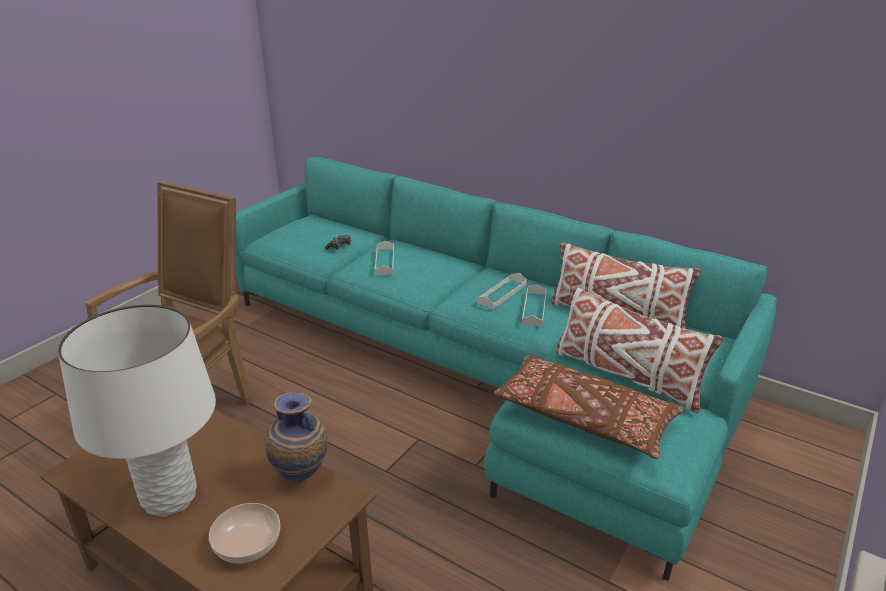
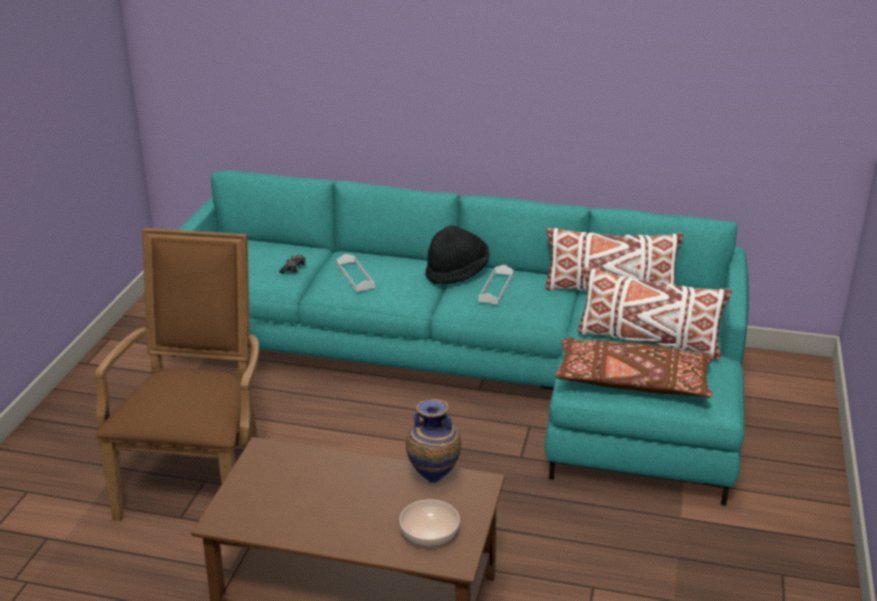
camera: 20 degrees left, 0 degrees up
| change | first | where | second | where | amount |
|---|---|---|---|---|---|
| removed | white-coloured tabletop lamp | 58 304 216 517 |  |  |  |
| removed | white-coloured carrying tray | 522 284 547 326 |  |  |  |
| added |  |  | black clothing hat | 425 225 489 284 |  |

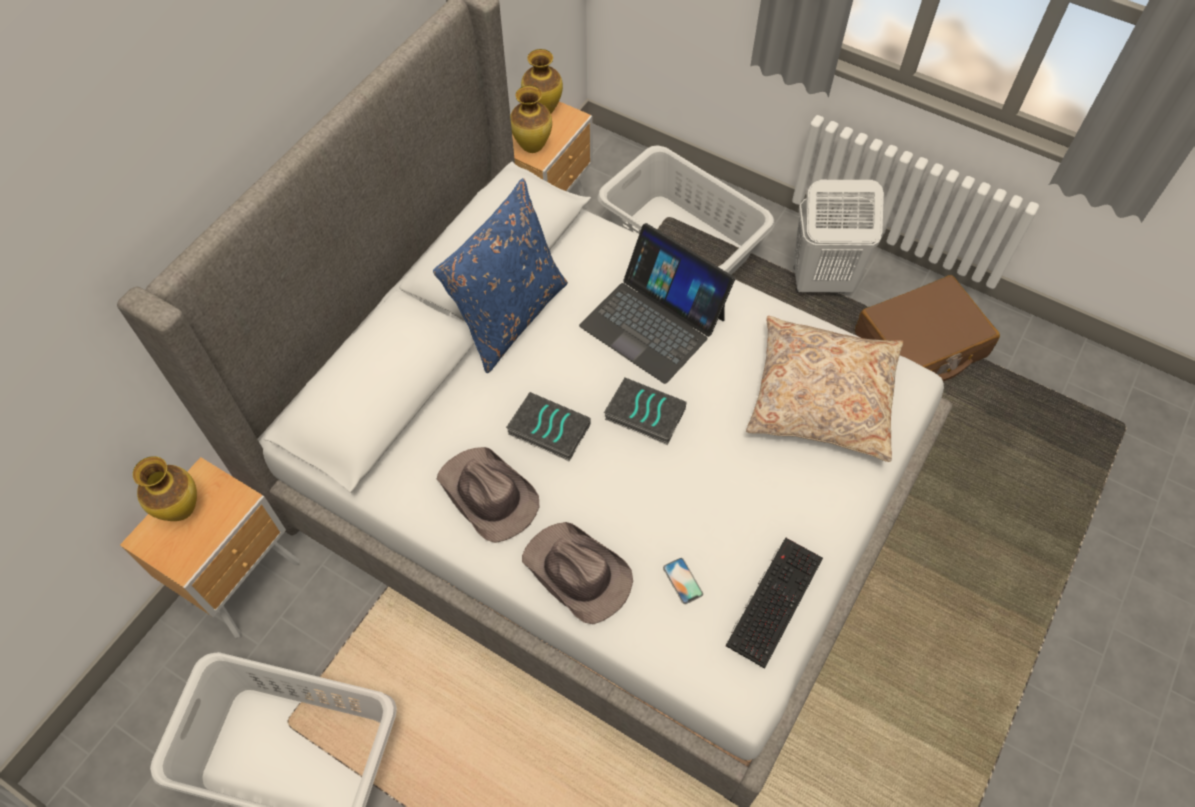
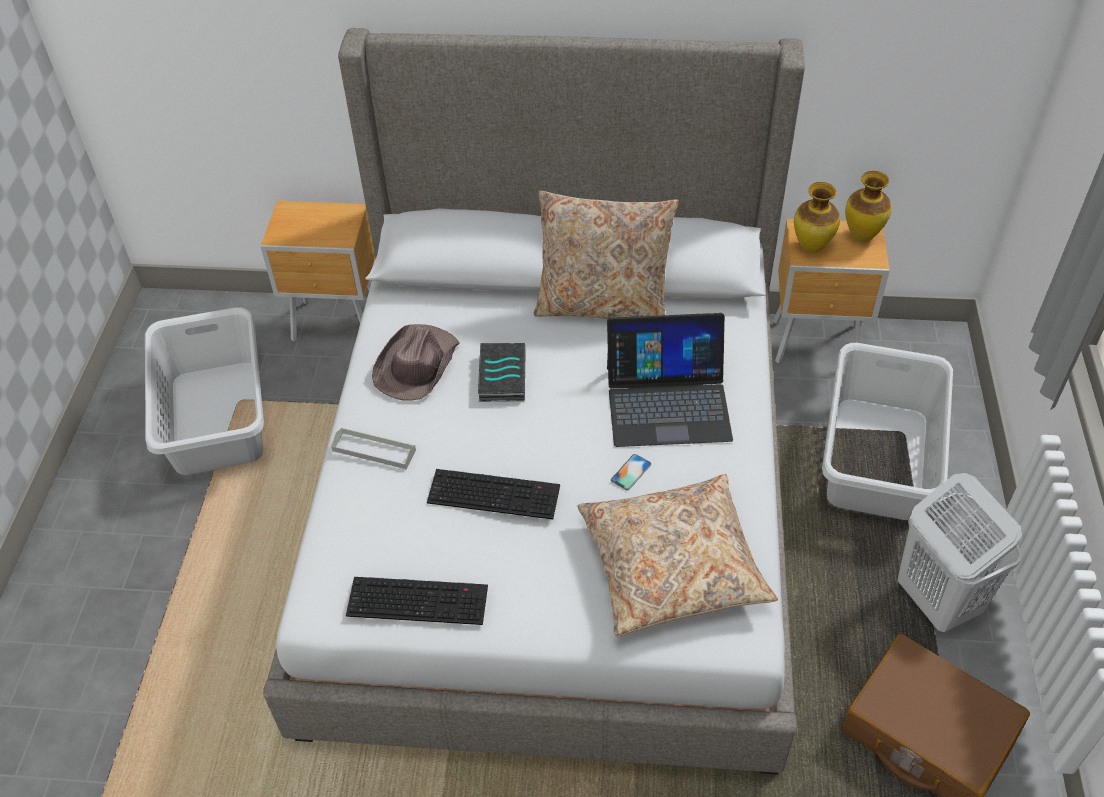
camera: 65 degrees right, 10 degrees down
| change | first | where | second | where | amount |
|---|---|---|---|---|---|
| removed | flower vase | 133 456 197 521 |  |  |  |
| removed | book | 604 378 687 445 |  |  |  |
| added |  |  | computer keyboard | 427 469 560 520 |  |
| moved | handset | 663 558 703 604 |  | 611 454 651 490 |  |
| replaced | brownish clothing hat | 522 522 633 624 | gray carrying tray | 331 427 416 469 |  |
| recoloured | blue-coloured throw pillow | 433 178 568 373 | beige-coloured throw pillow | 534 191 679 319 |  |
| turned | notebook computer | 579 223 735 384 |  | 607 313 733 447 | 105 degrees counterclockwise |

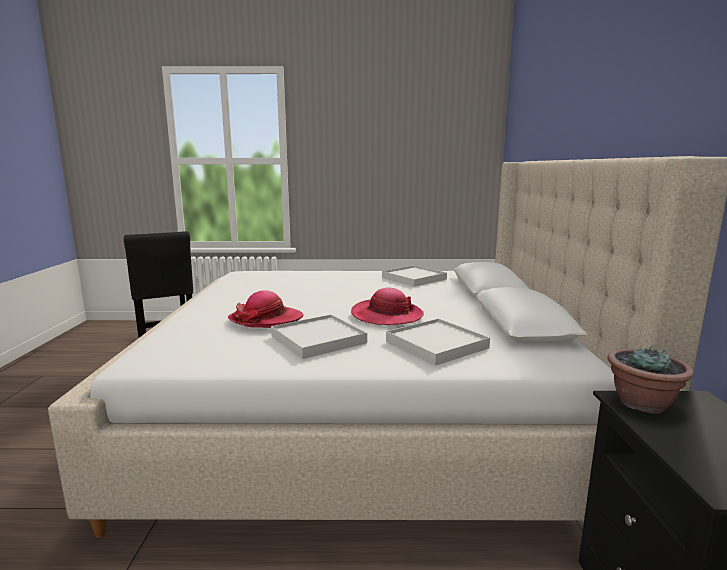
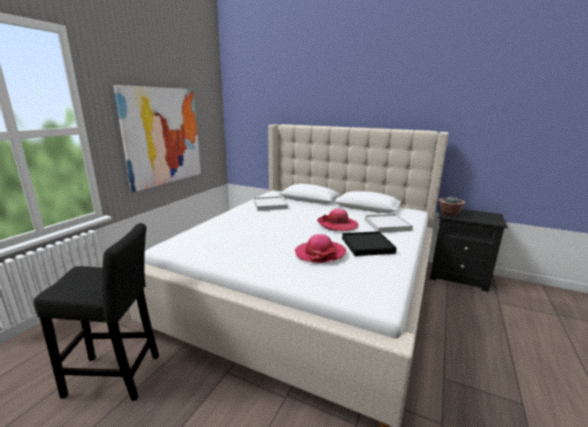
camera: 65 degrees left, 5 degrees up
| change | first | where | second | where | amount |
|---|---|---|---|---|---|
| added |  |  | picture | 113 85 201 192 |  |
| recoloured | white-coloured carrying tray | 271 314 367 359 | black carrying tray | 342 231 396 256 |  |

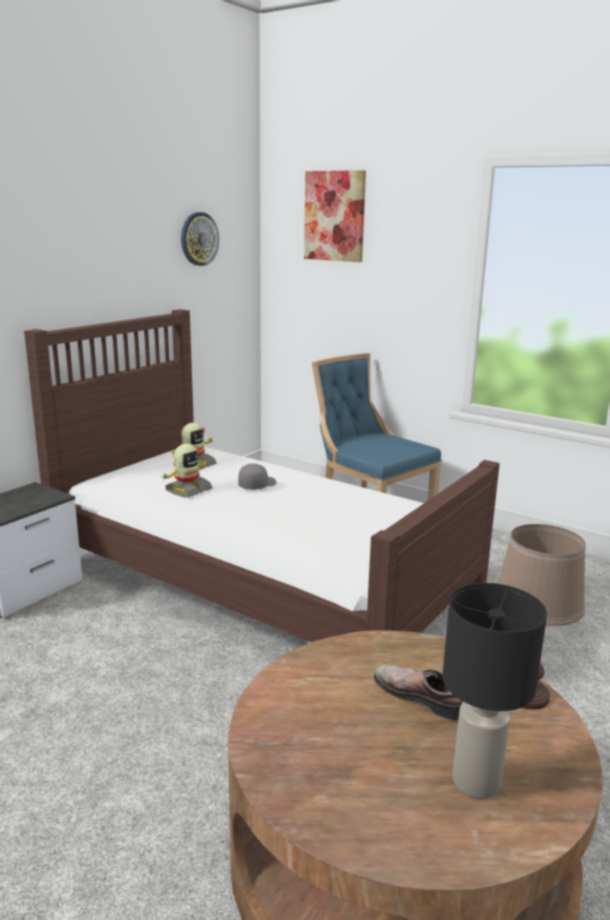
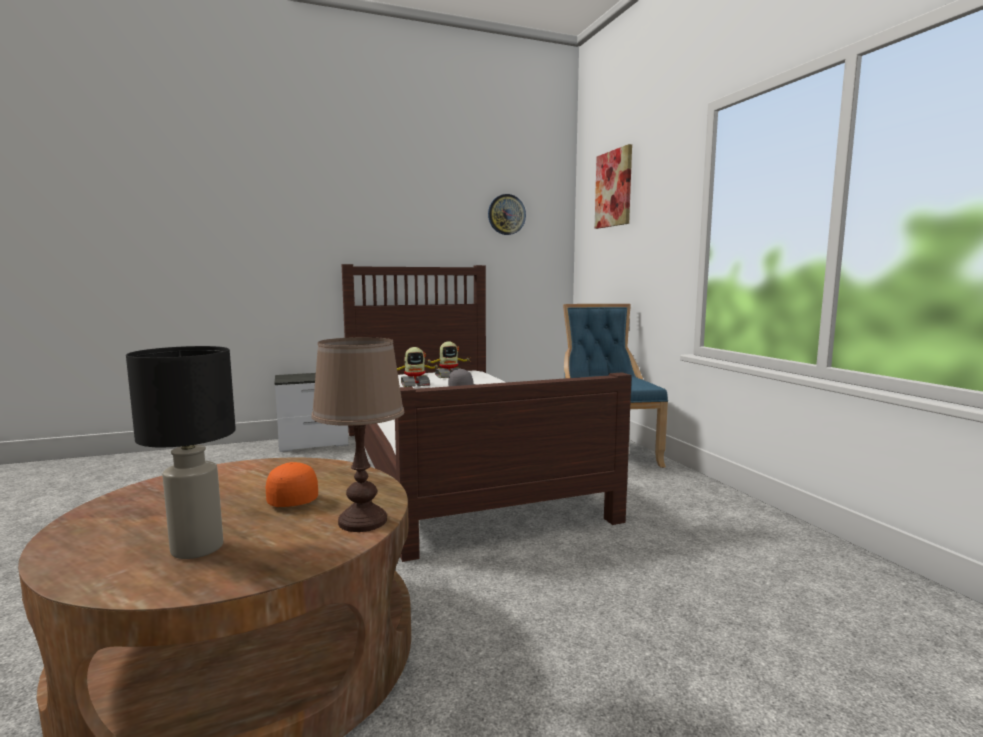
camera: 35 degrees right, 10 degrees down
| change | first | where | second | where | amount |
|---|---|---|---|---|---|
| replaced | item of footwear | 374 664 463 720 | orange peaked cap | 266 462 318 507 |  |

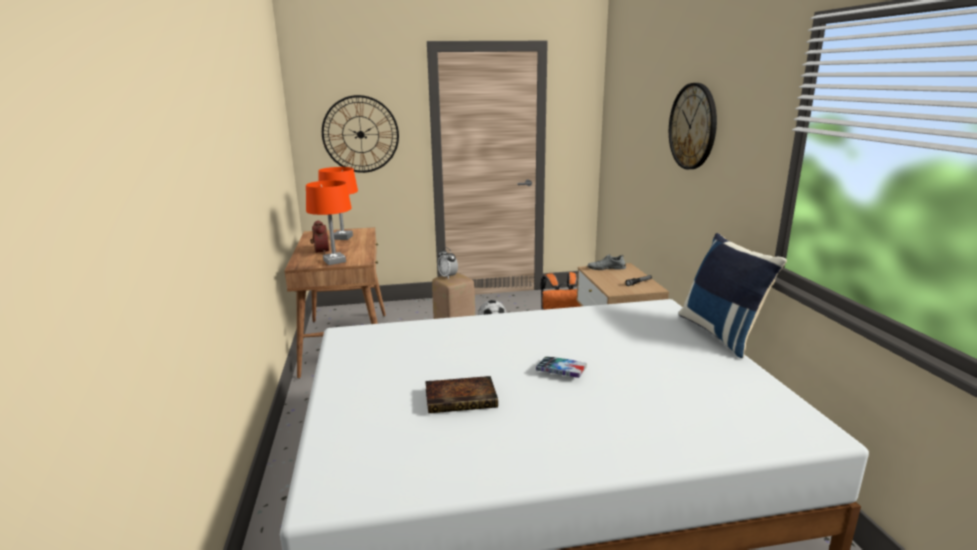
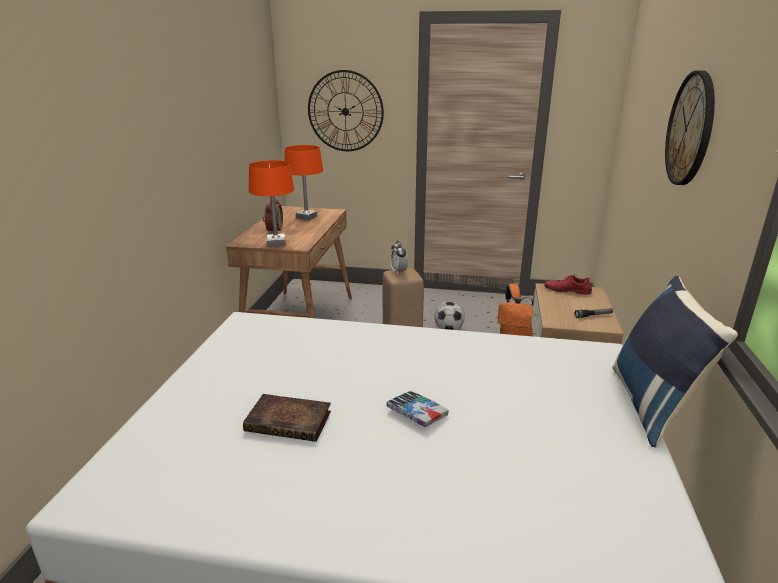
camera: 20 degrees right, 5 degrees up
| change | first | where | second | where | amount |
|---|---|---|---|---|---|
| recoloured | gray item of footwear | 587 254 626 270 | reddish item of footwear | 544 274 592 295 |  |

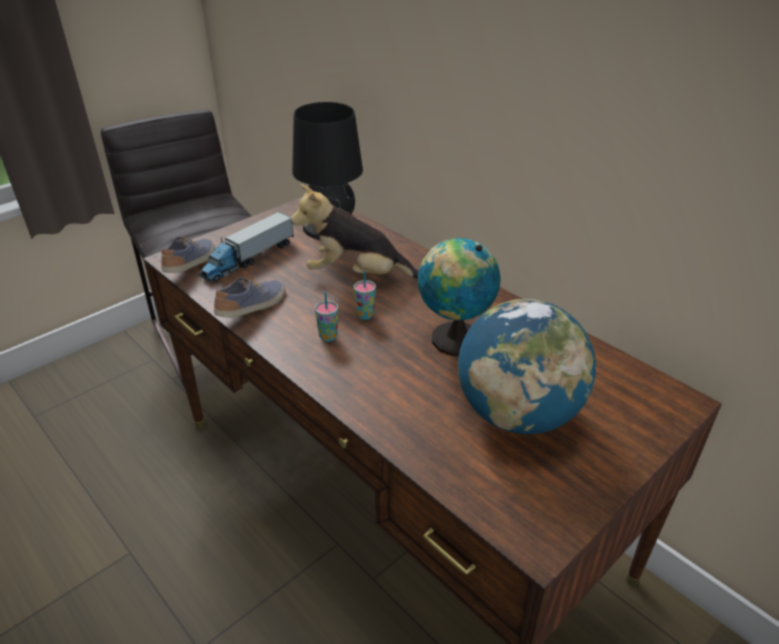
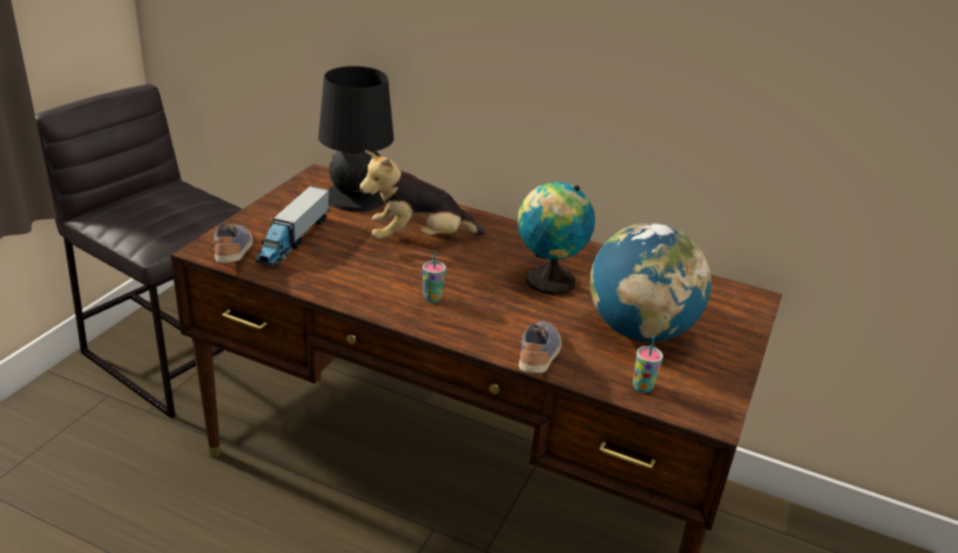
camera: 25 degrees left, 5 degrees down
| change | first | where | second | where | amount |
|---|---|---|---|---|---|
| moved | item of footwear | 214 277 285 318 |  | 519 321 561 373 |  |
| moved | cup | 354 270 376 320 |  | 633 336 663 393 |  |

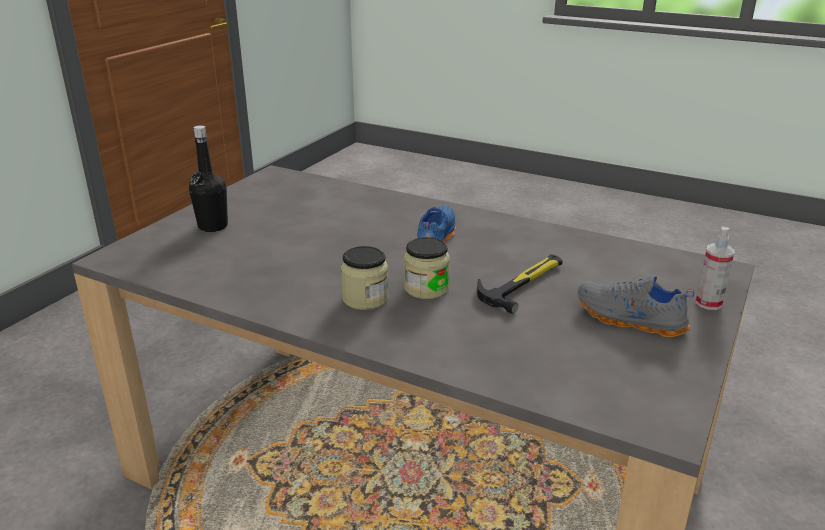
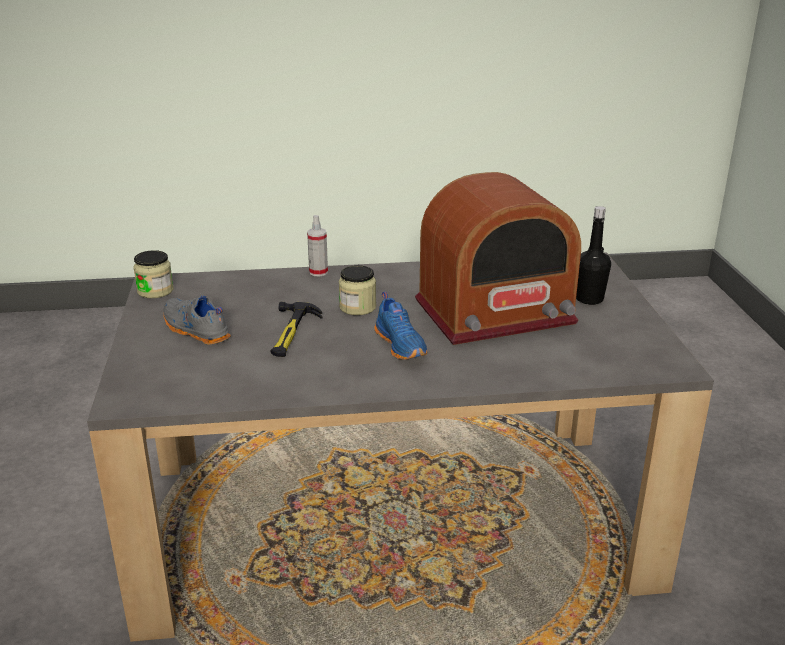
camera: 145 degrees right, 0 degrees up
| change | first | where | second | where | amount |
|---|---|---|---|---|---|
| added |  |  | radio receiver | 415 172 581 345 |  |
| moved | preserve jar | 341 246 389 310 |  | 134 250 173 298 |  |
| moved | hand sprayer | 695 226 735 310 |  | 307 215 328 276 |  |
| turned | gray item of footwear | 578 275 695 337 |  | 163 295 231 345 | 135 degrees counterclockwise |

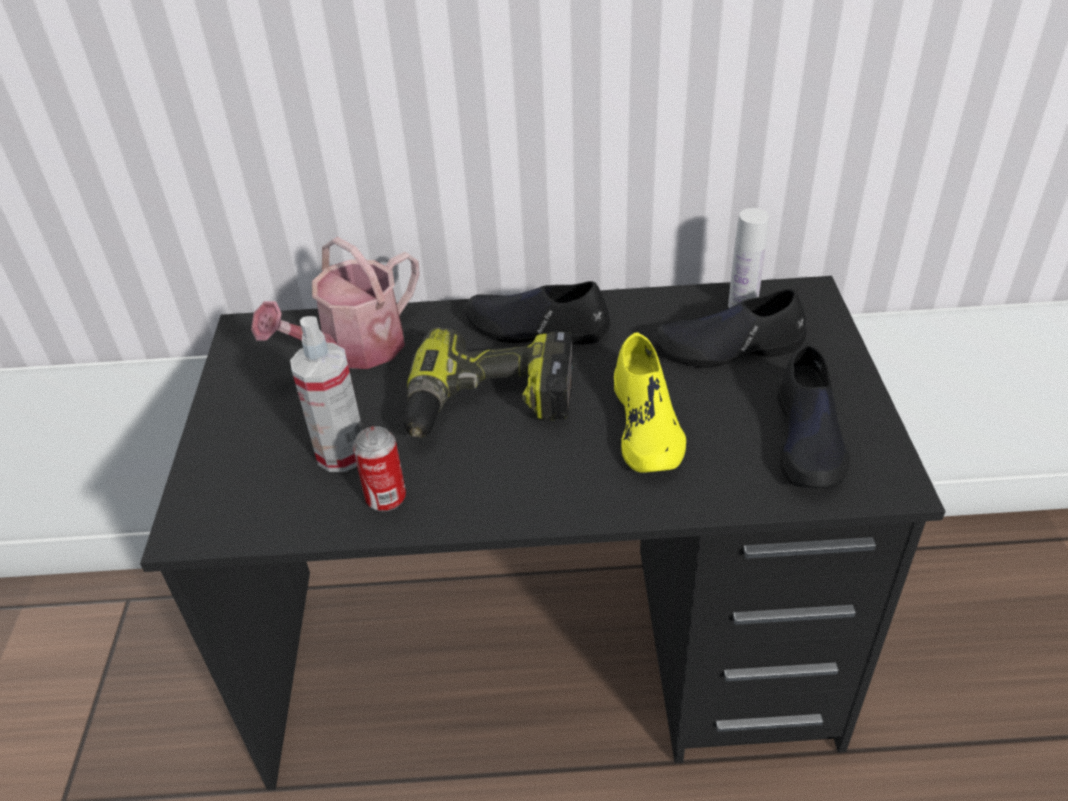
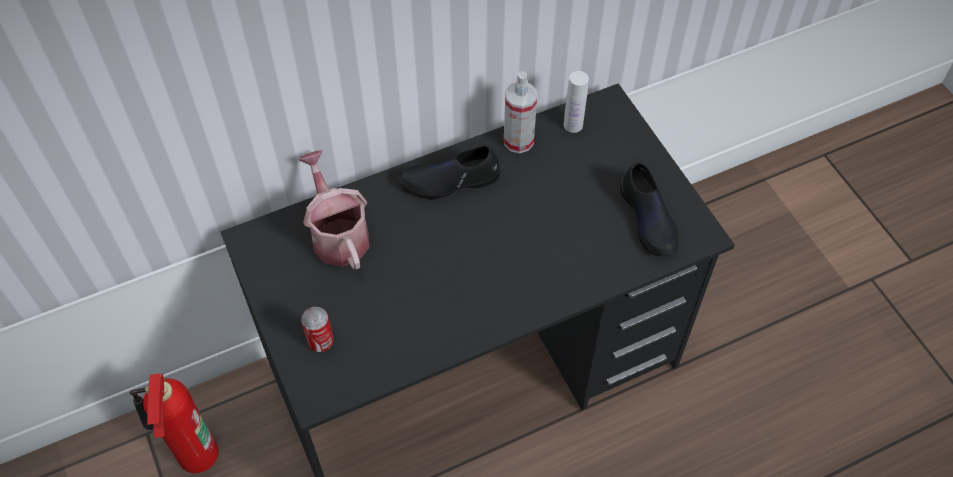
camera: 25 degrees left, 15 degrees up
| change | first | where | second | where | amount |
|---|---|---|---|---|---|
| removed | drill | 404 327 573 438 |  |  |  |
| removed | yellowish item of footwear | 614 333 686 473 |  |  |  |
| removed | black item of footwear | 652 289 807 368 |  |  |  |
| added |  |  | extinguisher | 130 373 219 473 |  |
| moved | hand sprayer | 290 316 363 472 |  | 504 71 537 153 |  |
| moved | metal can | 353 426 406 512 |  | 301 307 334 352 |  |
| turned | watering can | 251 237 420 369 |  | 298 150 369 270 | 135 degrees clockwise |

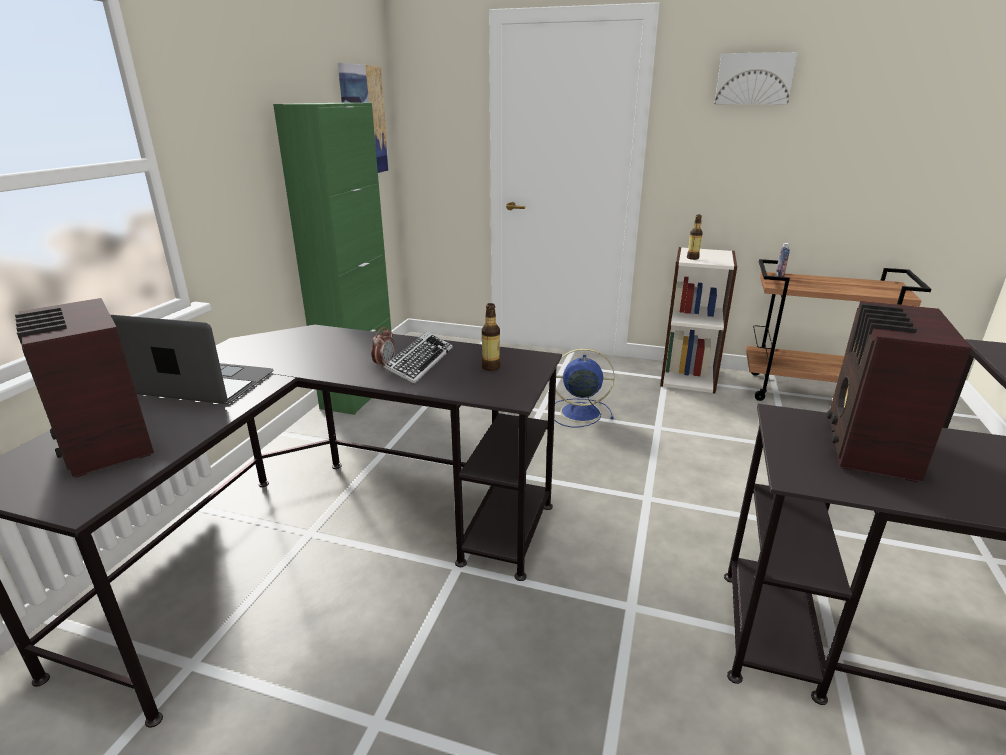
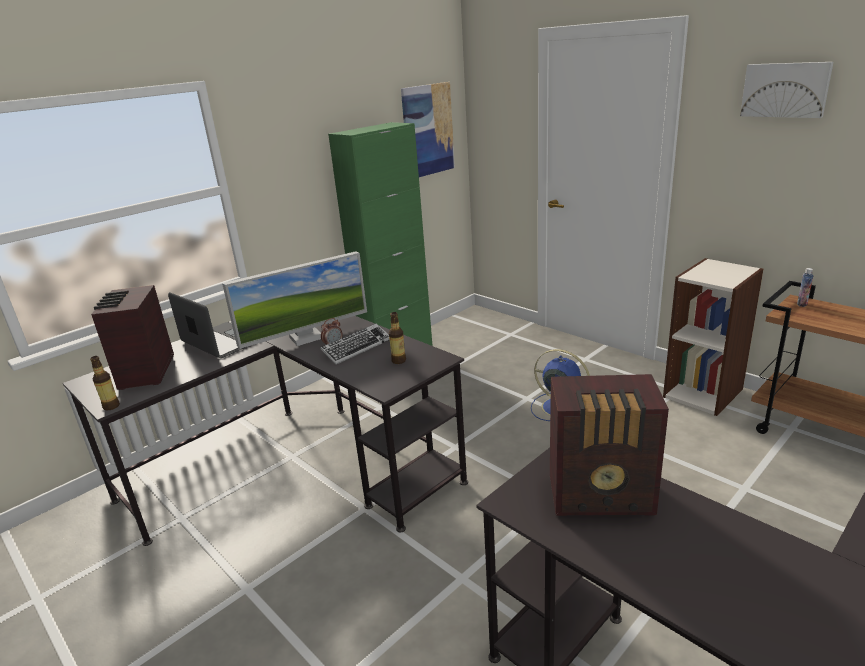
camera: 30 degrees right, 0 degrees up
| change | first | where | second | where | amount |
|---|---|---|---|---|---|
| added |  |  | computer screen | 222 251 367 349 |  |
| moved | drink bottle | 687 215 703 260 |  | 90 356 120 410 |  |
| turned | radio receiver | 827 301 972 482 |  | 550 374 669 516 | 135 degrees counterclockwise |

